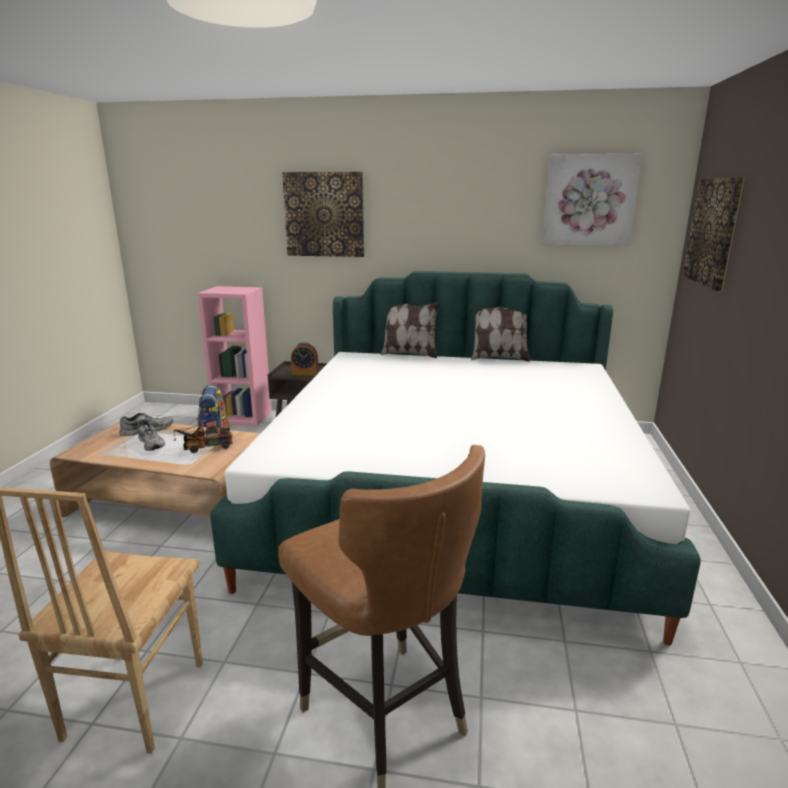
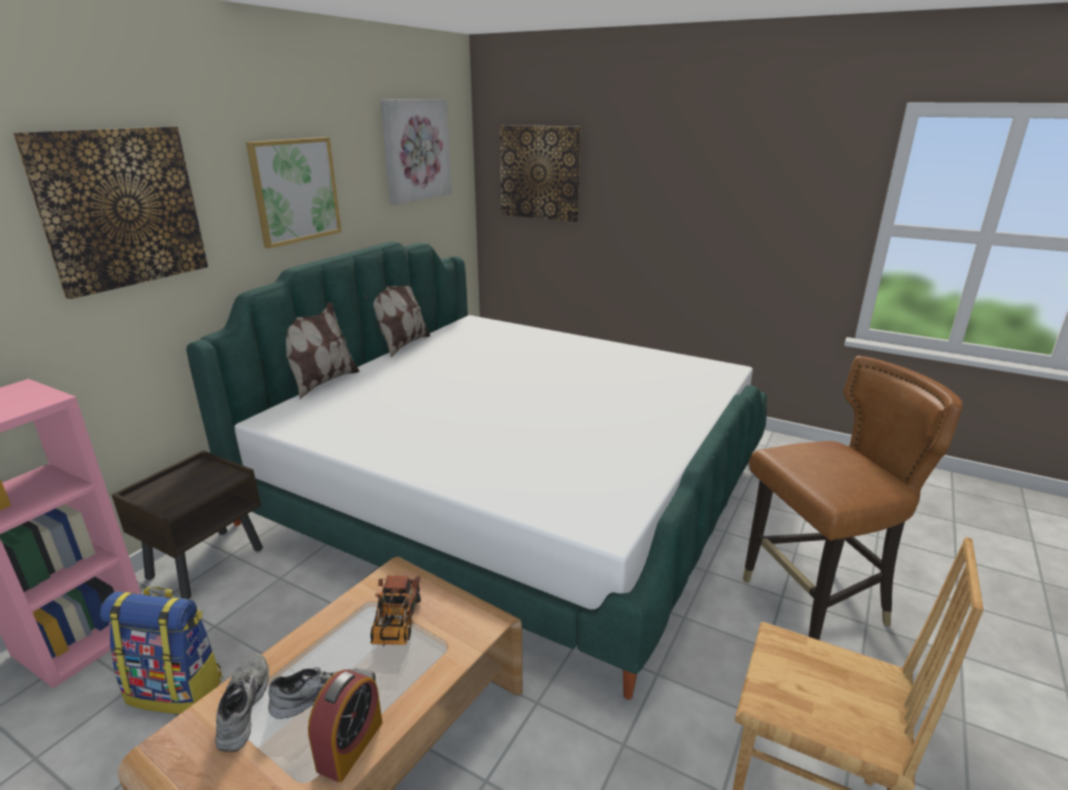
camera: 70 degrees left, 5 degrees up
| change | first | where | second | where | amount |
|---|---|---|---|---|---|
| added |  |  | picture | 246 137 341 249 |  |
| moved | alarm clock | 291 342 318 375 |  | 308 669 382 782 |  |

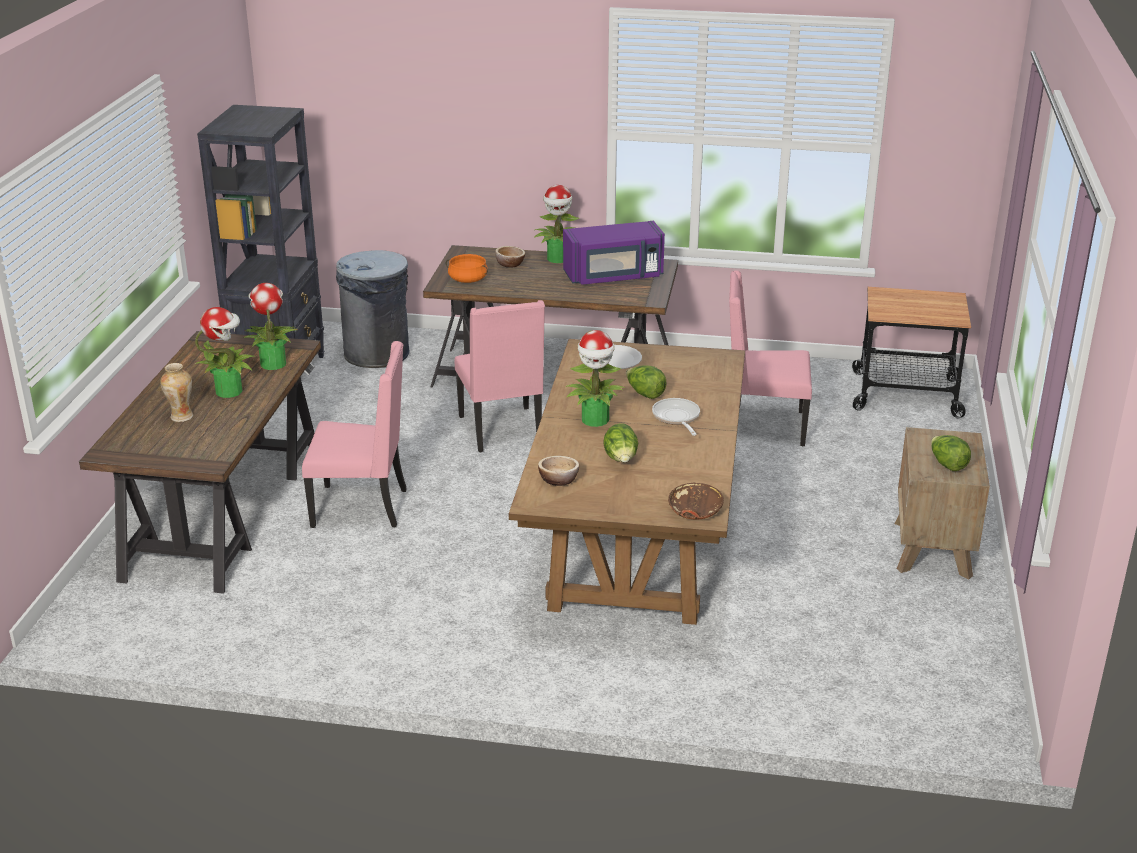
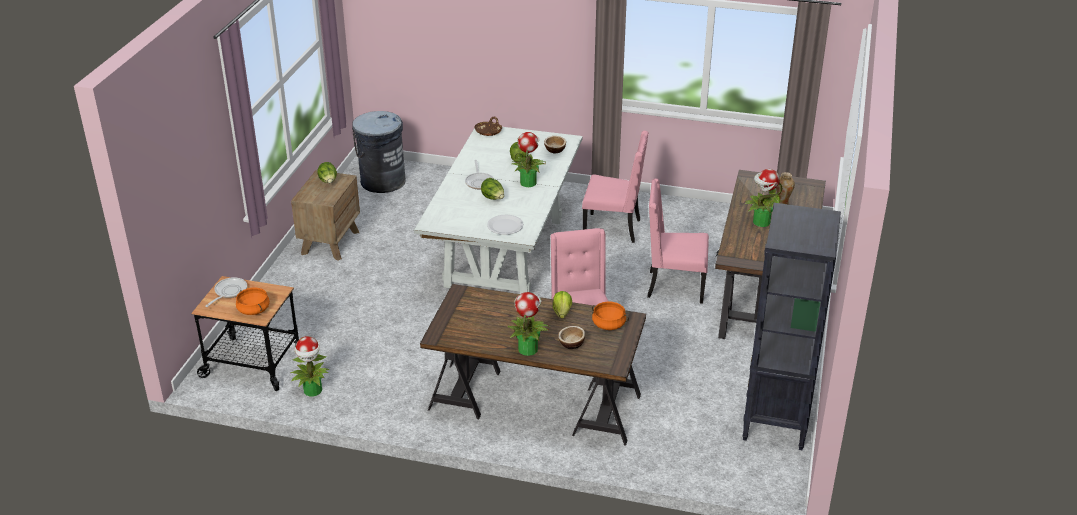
camera: 175 degrees left, 5 degrees up
| change | first | where | second | where | amount |
|---|---|---|---|---|---|
| removed | purplish microwave oven | 563 221 665 285 |  |  |  |
| added |  |  | pan | 205 277 247 307 |  |
| added |  |  | orange cooking pot | 236 288 270 315 |  |
| added |  |  | lettuce head | 553 291 572 319 |  |
| moved | plant in a pot | 243 283 297 370 |  | 290 336 330 396 |  |
| moved | gray trash can | 336 250 410 368 |  | 352 111 406 193 |  |
| moved | pink-coloured chair | 729 270 812 446 |  | 582 131 649 243 |  |
| recoloured | brownish kitchen table | 509 339 745 625 | white-coloured kitchen table | 414 127 582 294 |  |

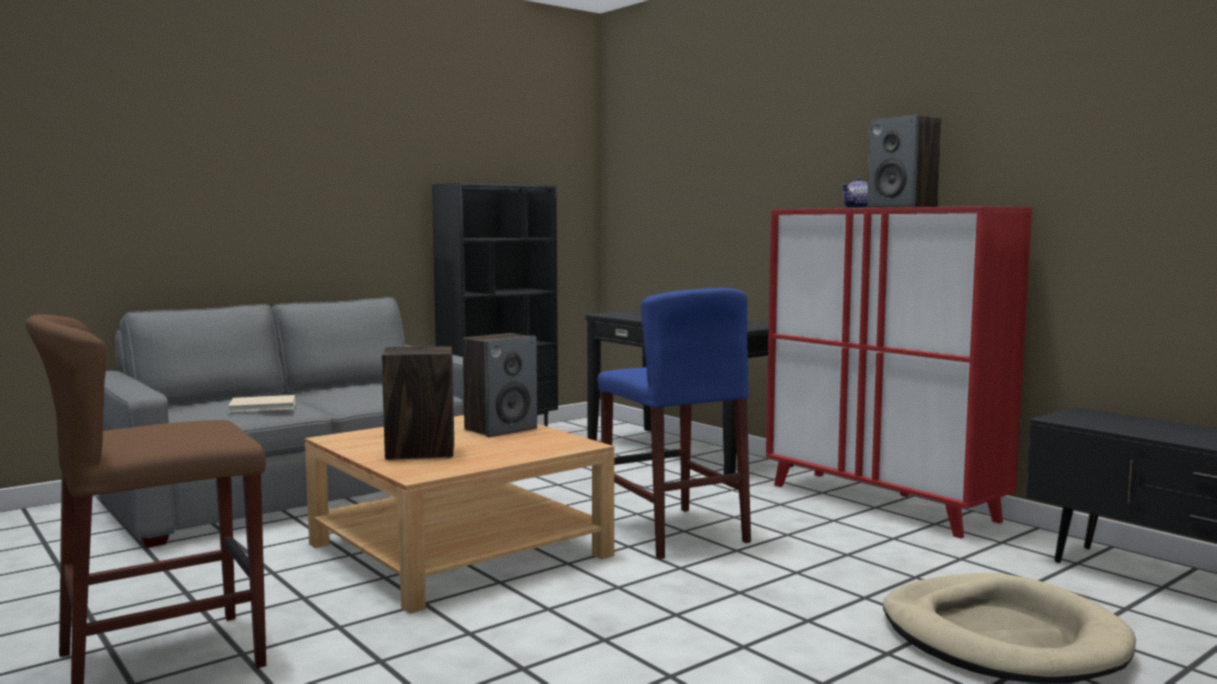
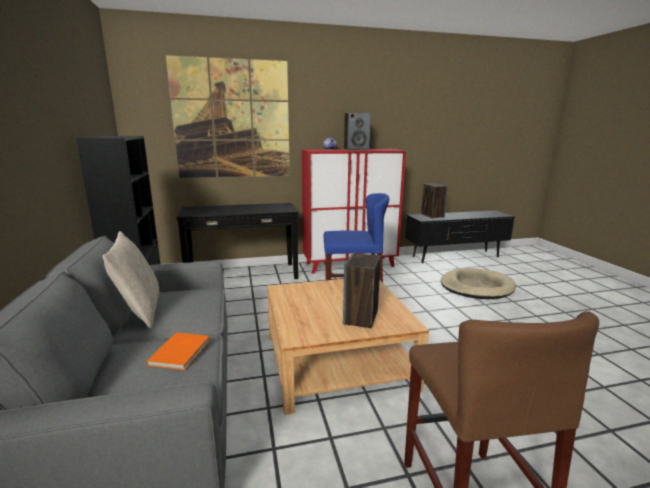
camera: 65 degrees left, 10 degrees up
| change | first | where | second | where | amount |
|---|---|---|---|---|---|
| added |  |  | beige-coloured throw pillow | 102 231 160 328 |  |
| added |  |  | picture | 166 55 290 178 |  |
| moved | loudspeaker | 463 333 537 437 |  | 421 183 448 218 |  |
| recoloured | beige-coloured book | 228 395 295 413 | orange book | 146 333 210 370 |  |

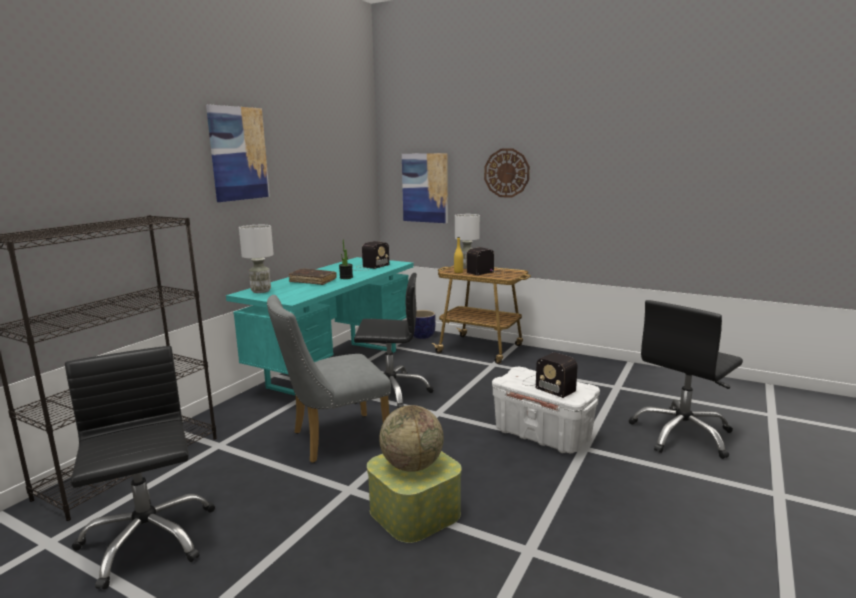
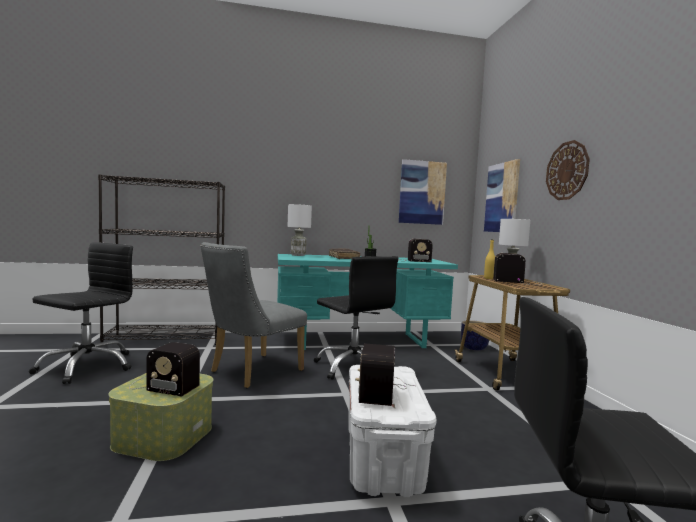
camera: 50 degrees right, 10 degrees down
| change | first | where | second | where | amount |
|---|---|---|---|---|---|
| moved | picture | 206 105 270 202 |  | 399 159 447 225 |  |
| replaced | desk globe | 379 405 444 472 | radio receiver | 129 342 200 396 |  |
| turned | gray chair | 267 295 391 463 |  | 201 242 307 388 | 75 degrees counterclockwise |

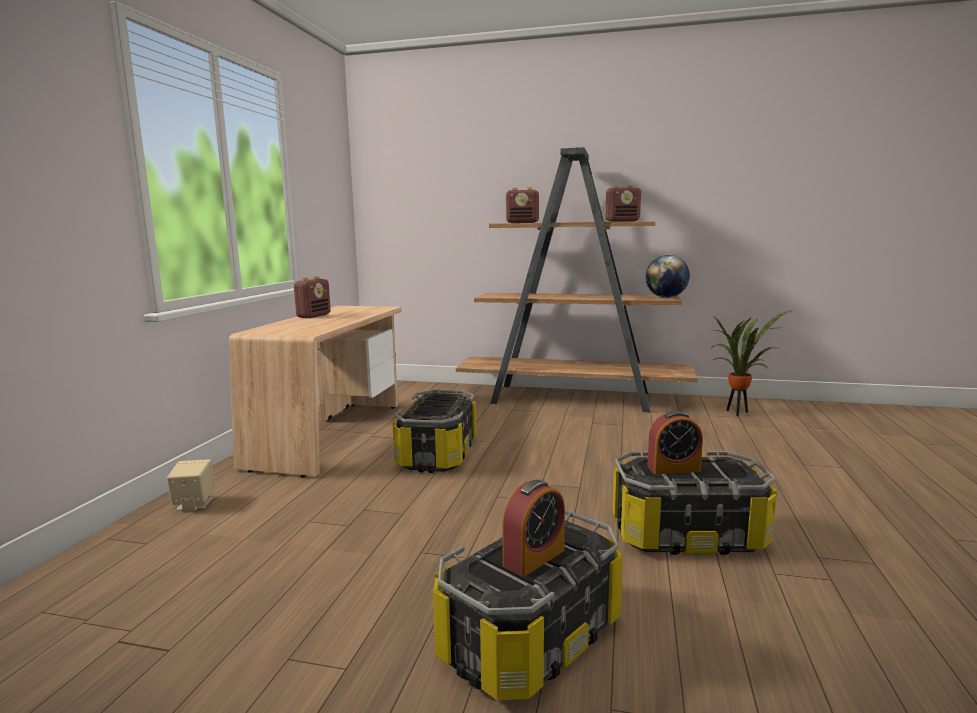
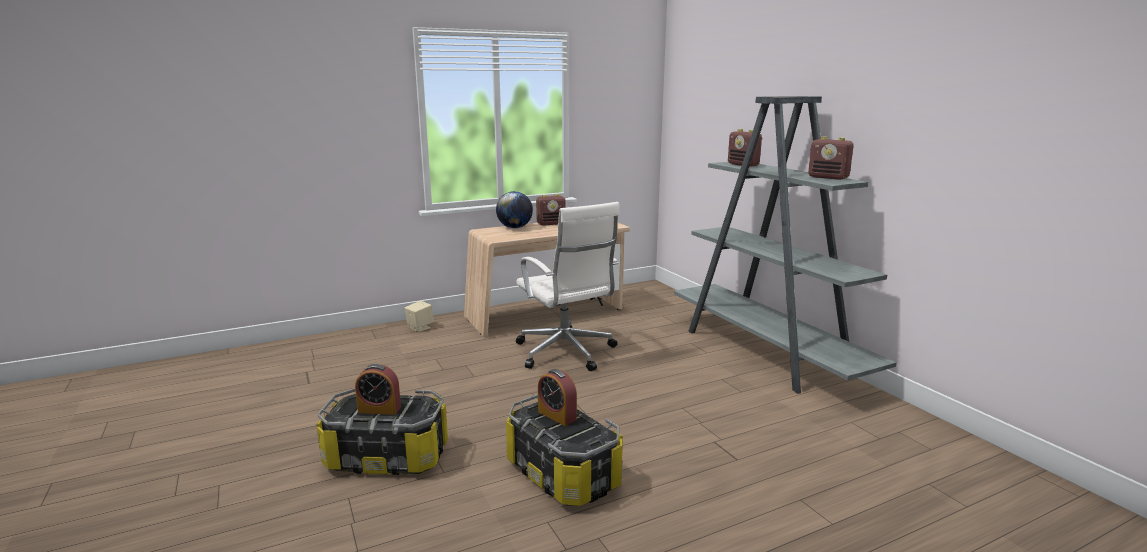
camera: 50 degrees right, 5 degrees up
| change | first | where | second | where | amount |
|---|---|---|---|---|---|
| removed | plant in a pot | 711 310 793 416 |  |  |  |
| moved | desk globe | 646 255 690 298 |  | 496 191 533 228 |  |
| replaced | storage box | 393 389 476 473 | white-coloured office chair | 516 202 620 371 |  |
| recoloured | brownish bookshelf | 456 147 698 413 | gray bookshelf | 674 96 897 394 |  |

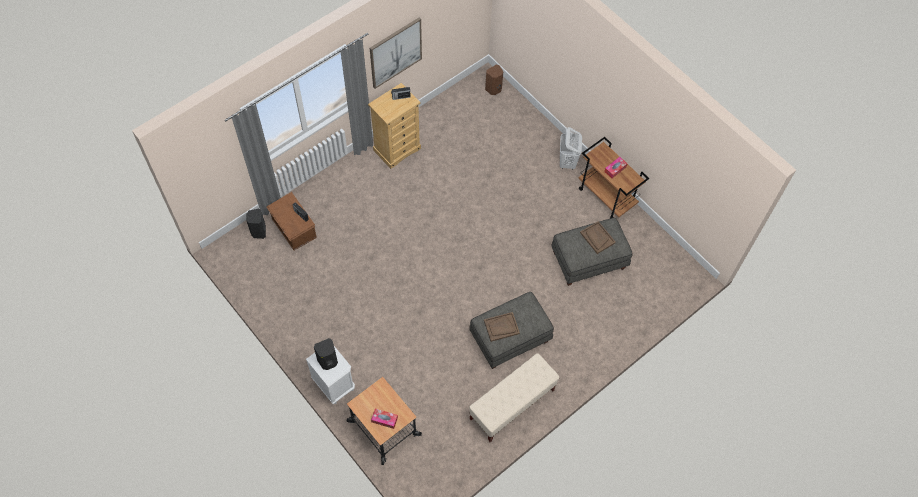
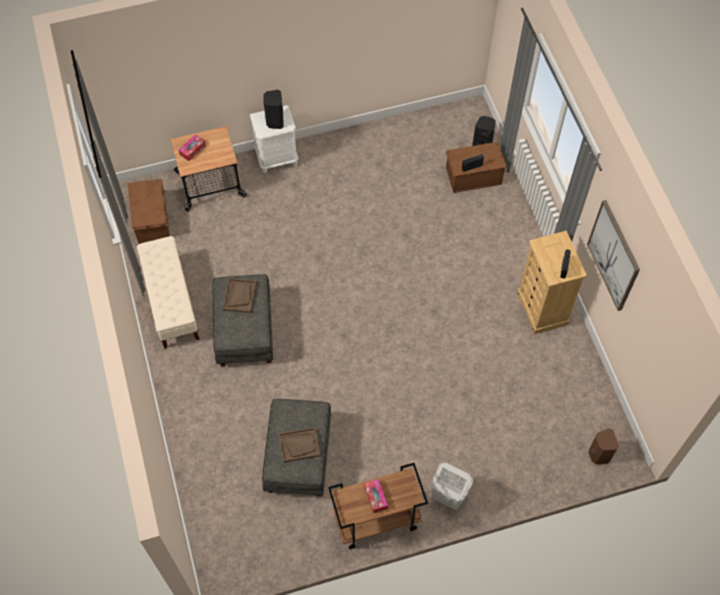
camera: 115 degrees right, 0 degrees up
| change | first | where | second | where | amount |
|---|---|---|---|---|---|
| added |  |  | brownish storage box | 127 179 170 244 |  |

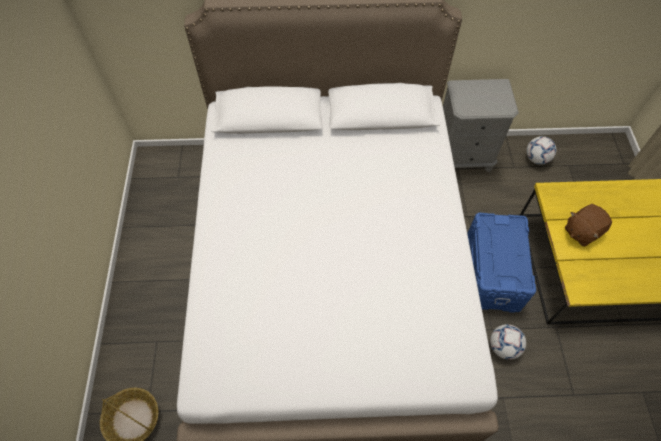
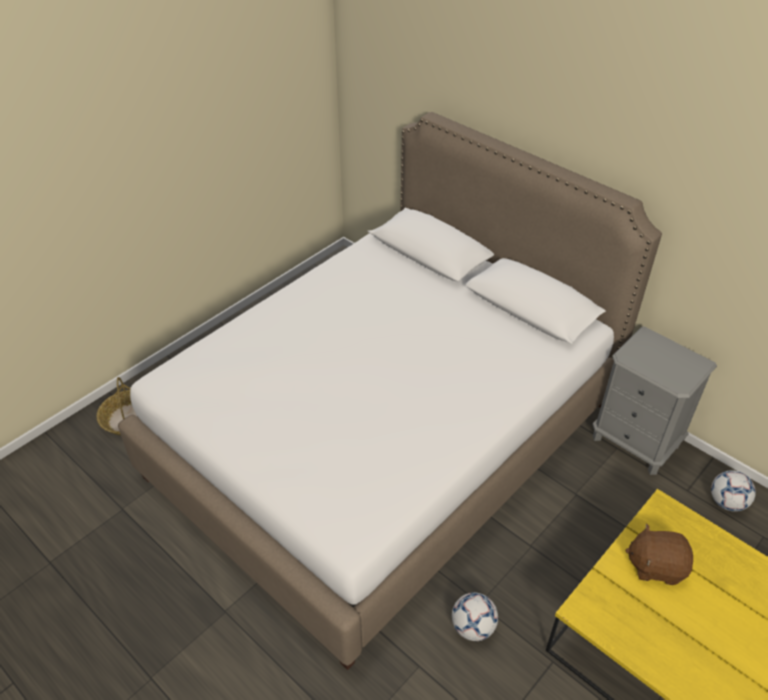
camera: 45 degrees right, 15 degrees down
| change | first | where | second | where | amount |
|---|---|---|---|---|---|
| removed | blue-coloured storage box | 467 213 536 313 |  |  |  |

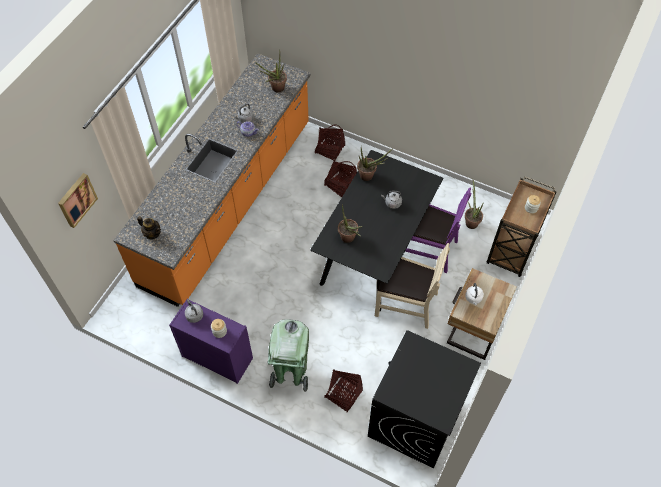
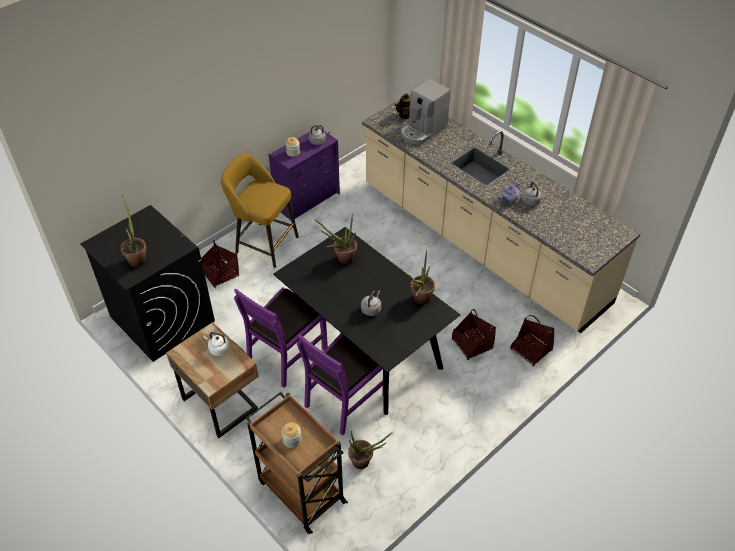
camera: 110 degrees right, 10 degrees down
| change | first | where | second | where | amount |
|---|---|---|---|---|---|
| removed | picture | 58 173 98 228 |  |  |  |
| added |  |  | coffee maker | 401 79 451 144 |  |
| moved | plant in a pot | 255 51 287 93 |  | 121 195 146 267 |  |
| replaced | green trash can | 267 319 309 392 | yellowish sitting stool | 221 153 299 268 |  |
| recoloured | orange kitchen counter | 113 53 311 307 | beige-coloured kitchen counter | 362 94 641 333 |  |
| recoloured | beige-coloured chair | 375 243 450 329 | purplish chair | 234 287 328 388 |  |

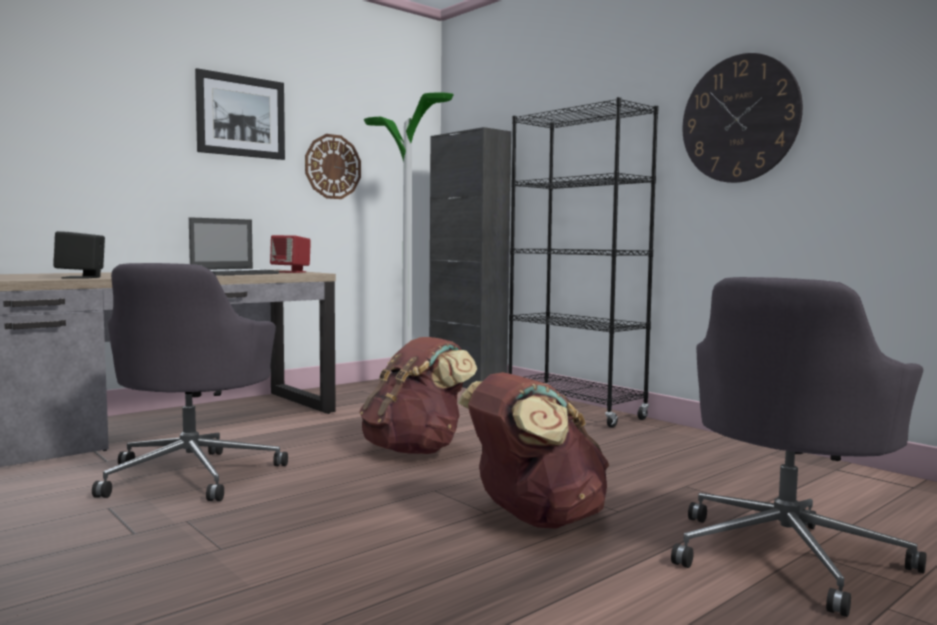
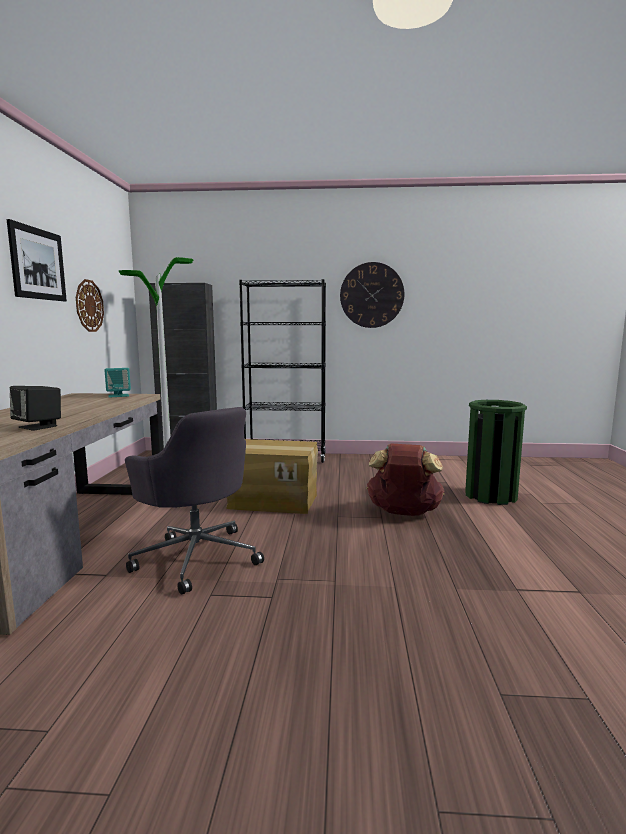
camera: 45 degrees left, 5 degrees up
| change | first | where | second | where | amount |
|---|---|---|---|---|---|
| removed | notebook computer | 189 217 279 276 |  |  |  |
| replaced | brownish rucksack | 359 337 477 454 | carton | 226 439 318 514 |  |
| replaced | gray office chair | 671 277 926 617 | green trash can | 465 400 527 505 |  |
| recoloured | reddish loudspeaker | 270 235 311 273 | turquoise loudspeaker | 104 368 131 398 |  |

